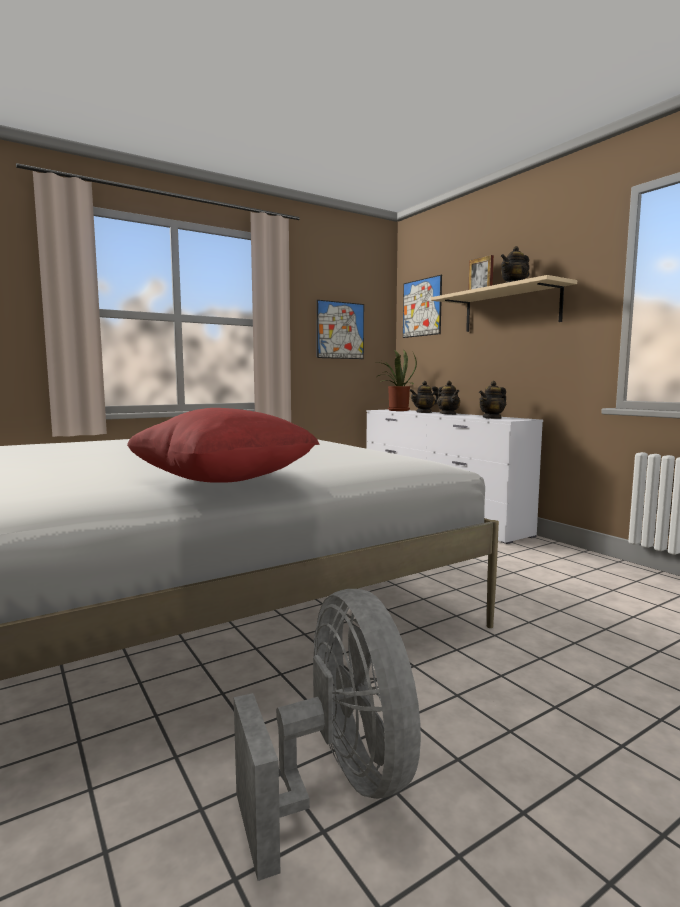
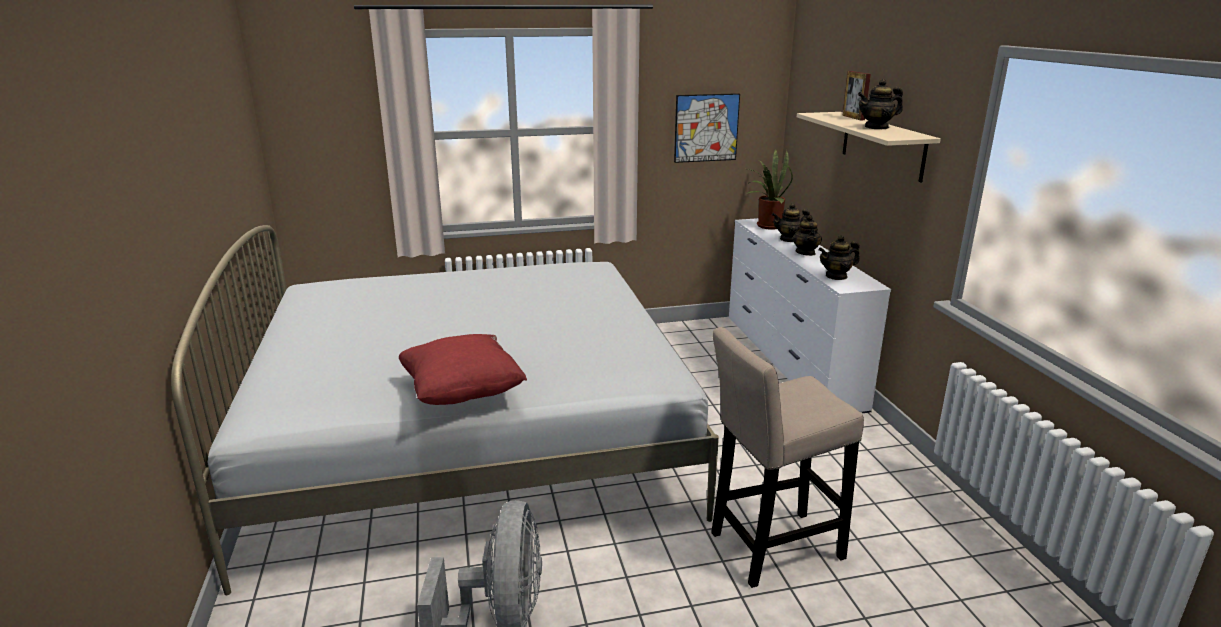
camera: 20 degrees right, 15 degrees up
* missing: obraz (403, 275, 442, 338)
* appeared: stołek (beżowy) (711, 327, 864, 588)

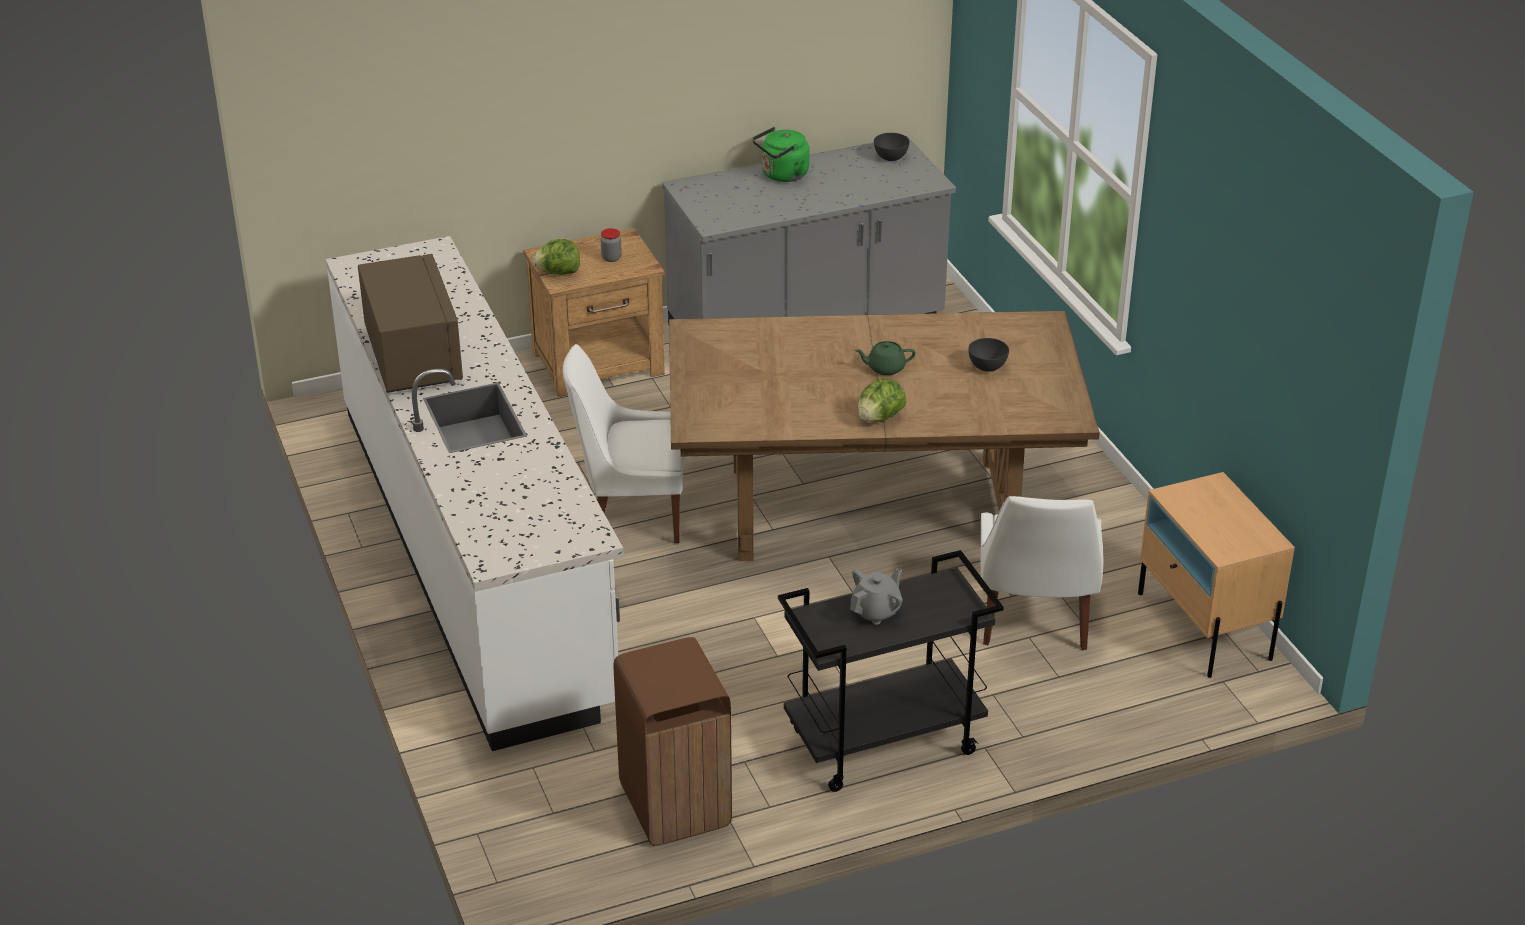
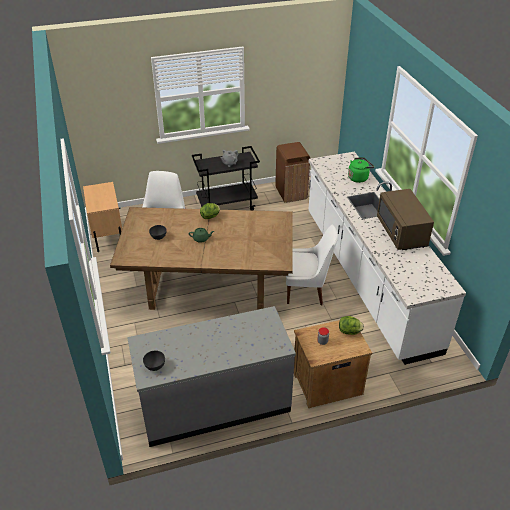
camera: 175 degrees left, 5 degrees up
* relocated: czajnik (zielony) (752, 127, 809, 182) to (348, 157, 374, 183)

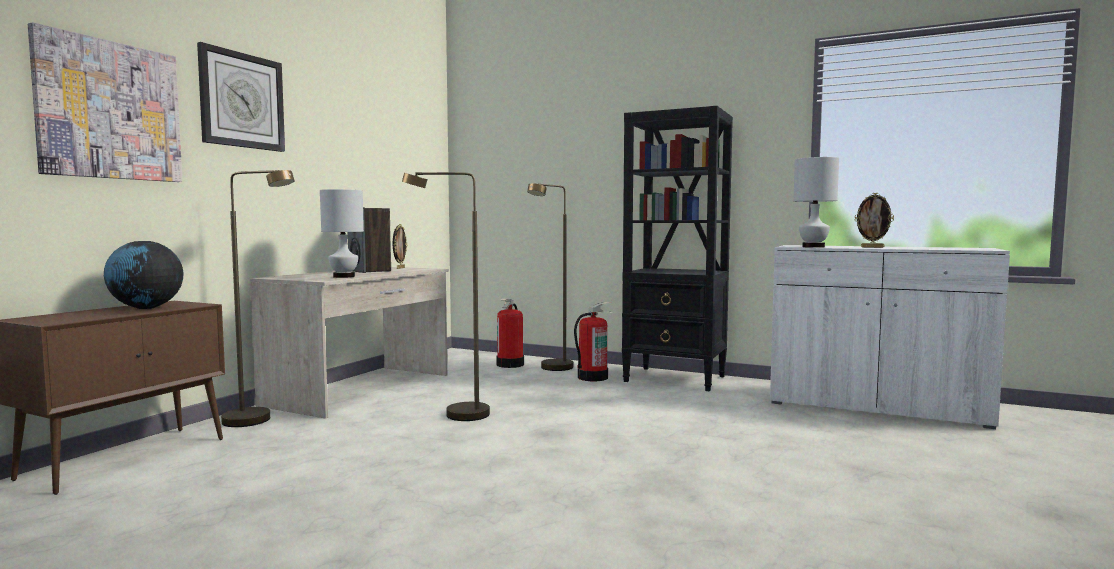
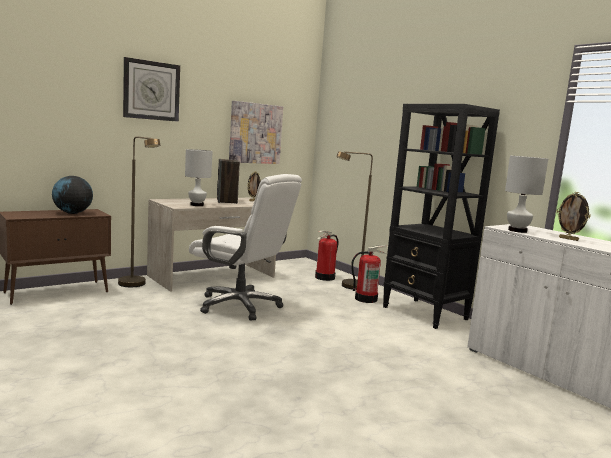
camera: 25 degrees right, 5 degrees up
* relocated: obraz (28, 22, 182, 182) to (229, 101, 283, 164)
* exchanged: lampa stojąca (brązowy) (402, 172, 490, 421) to krzesło biurowe (biały) (189, 174, 302, 321)

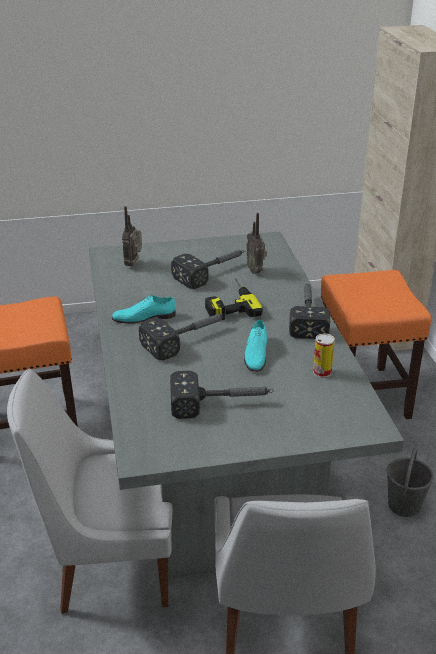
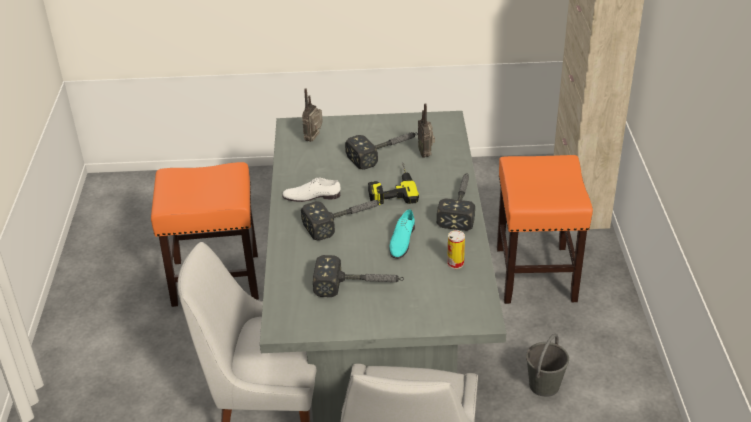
camera: 10 degrees right, 5 degrees up
* colour: but (turkusowy) (112, 295, 176, 324) to but (biały) (282, 177, 341, 202)

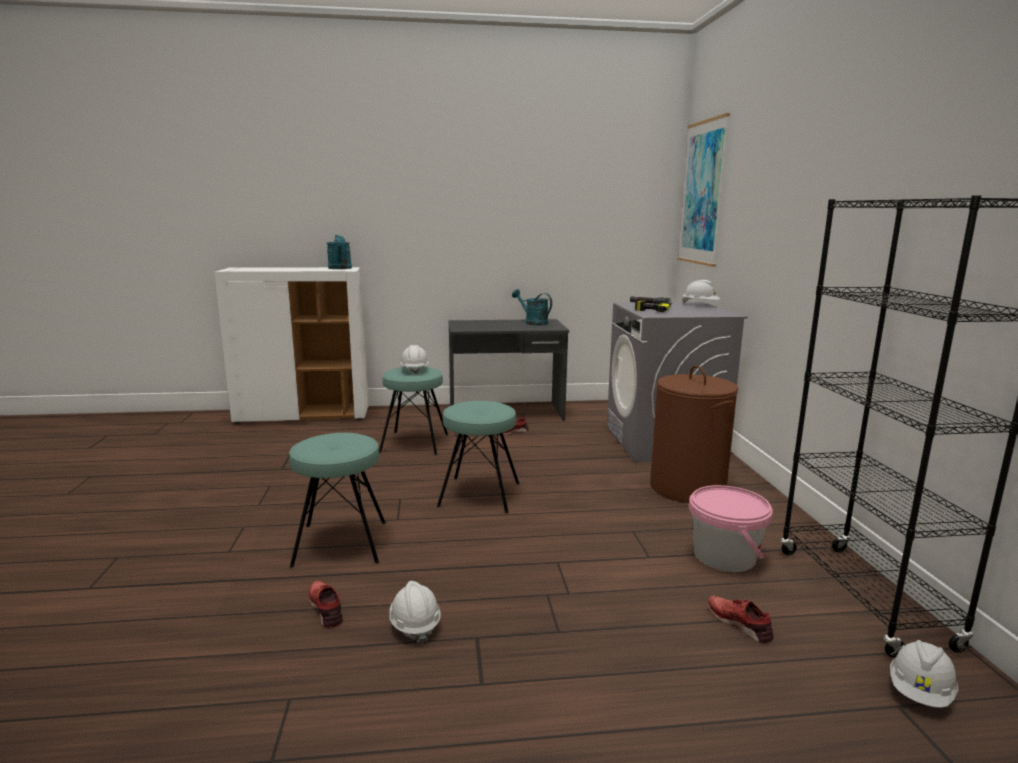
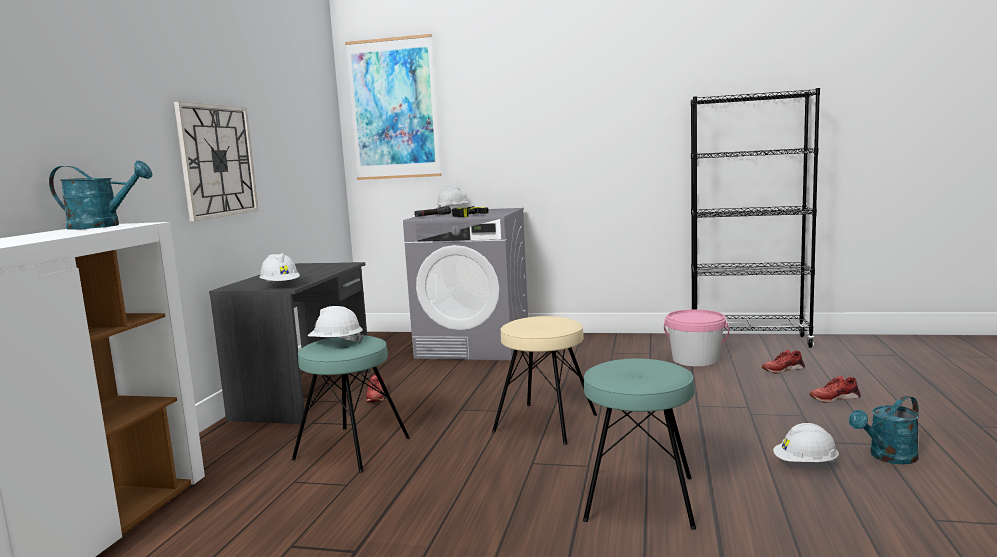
camera: 70 degrees left, 5 degrees down
* missing: kosz na pranie (brązowy) (650, 365, 738, 503)
* appeared: zegar ścienny (174, 101, 258, 221)
* relocated: but (czerwony) (309, 581, 343, 628) to (809, 376, 861, 403)
* relocated: konewka (turkusowy) (512, 289, 552, 325) to (849, 396, 919, 464)
* relocated: kask (biały) (890, 640, 959, 708) to (259, 253, 300, 284)
* colour: stołek (turkusowy) (437, 401, 519, 513) to stołek (beżowy) (492, 316, 597, 445)

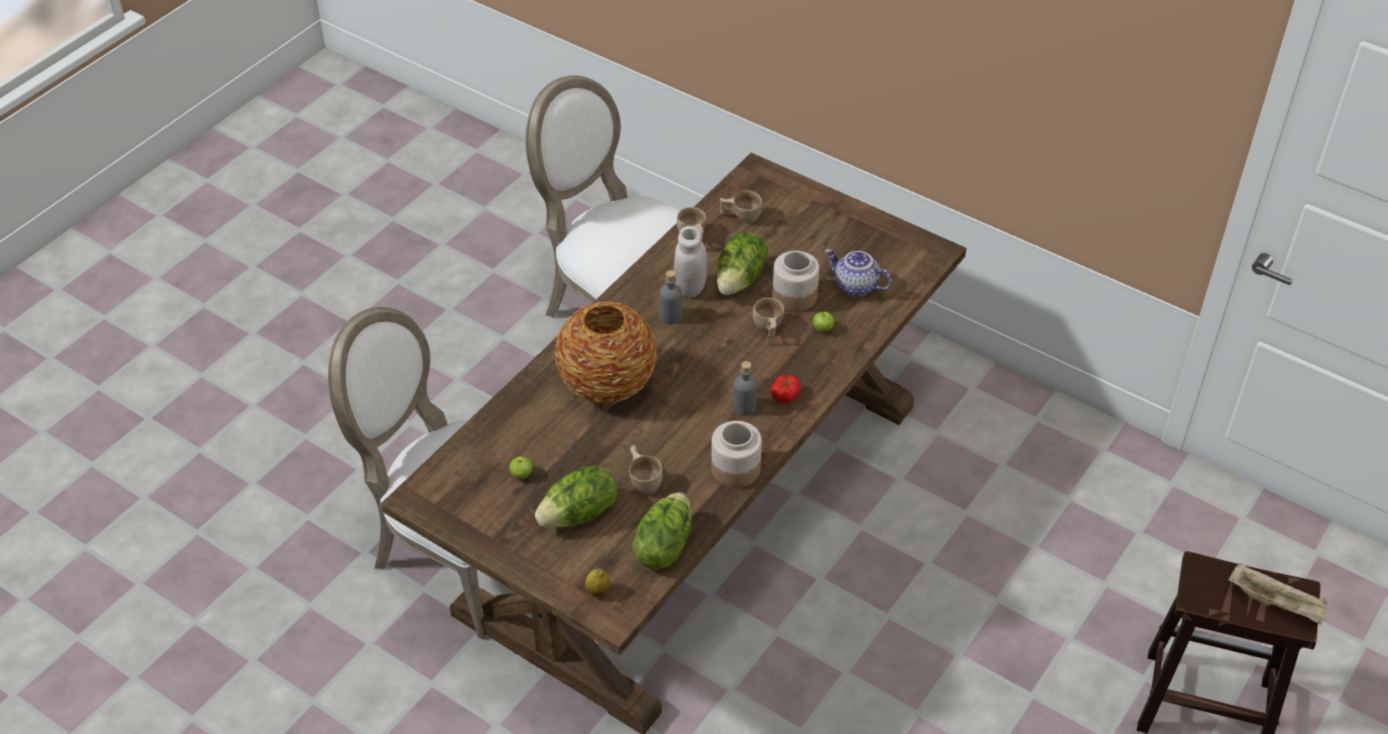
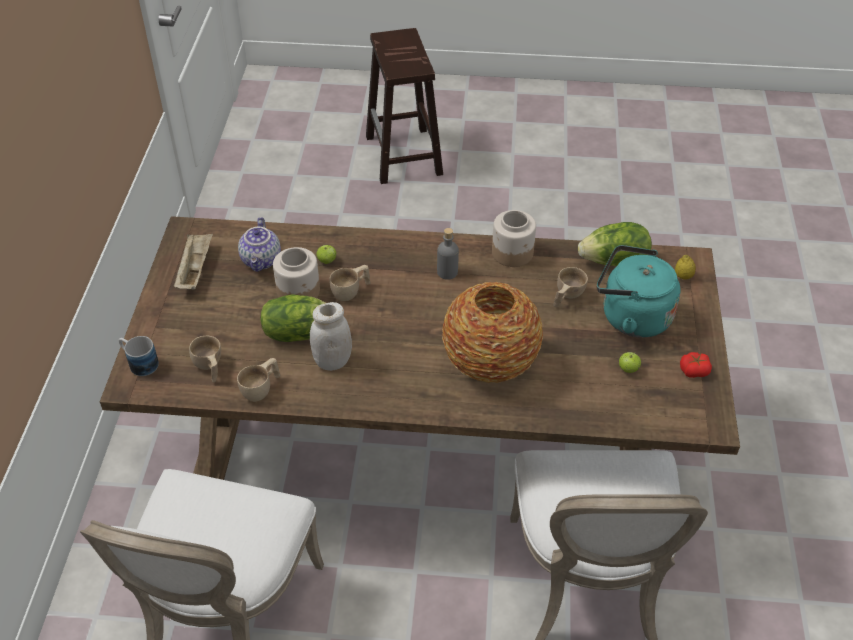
camera: 120 degrees left, 0 degrees up
* missing: butelka (szary) (659, 270, 682, 324)
* appeared: kubek (119, 336, 159, 376)
* relocated: pomidor (770, 375, 801, 404) to (680, 352, 712, 378)
* relocated: taca (beżowy) (1229, 563, 1327, 625) to (174, 233, 213, 289)
* exchanged: sałata (535, 466, 618, 528) to czajnik (turkusowy) (597, 245, 681, 338)

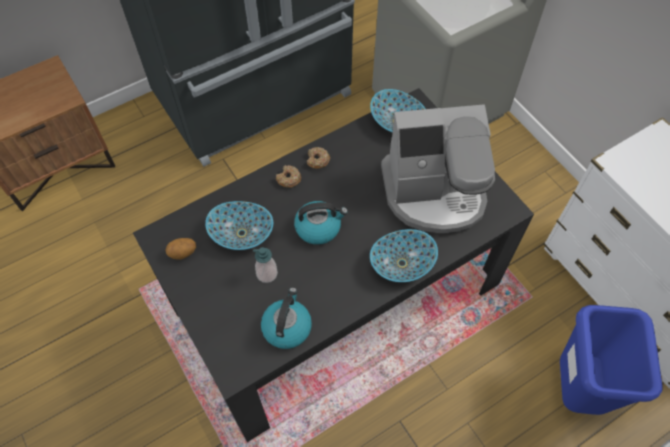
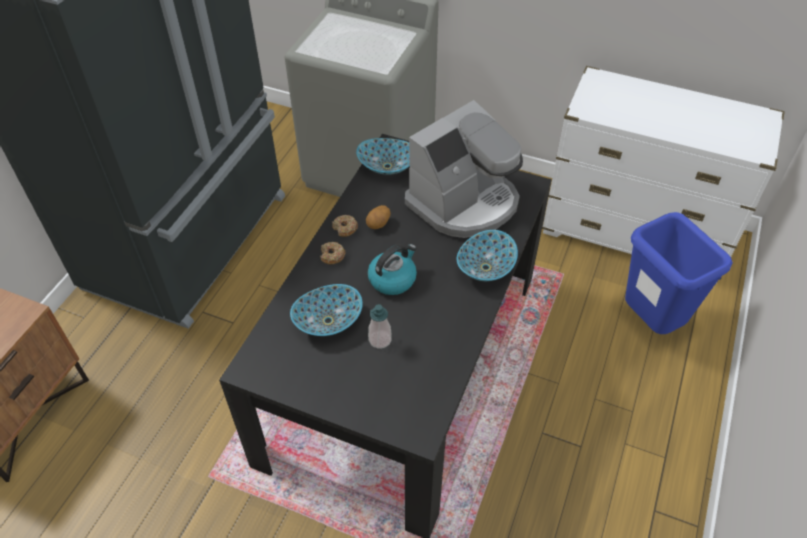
camera: 35 degrees left, 10 degrees down
* missing: czajnik (261, 287, 312, 349)
* relocated: ziemniak (165, 238, 196, 260) to (366, 205, 391, 229)

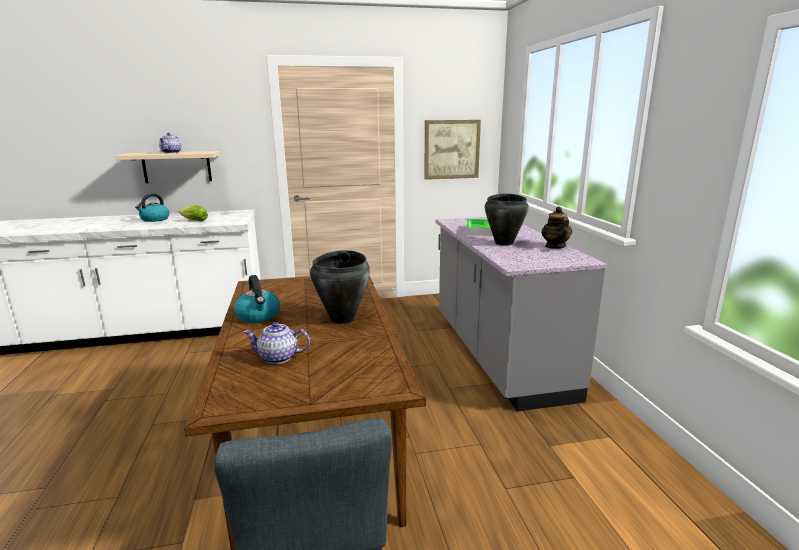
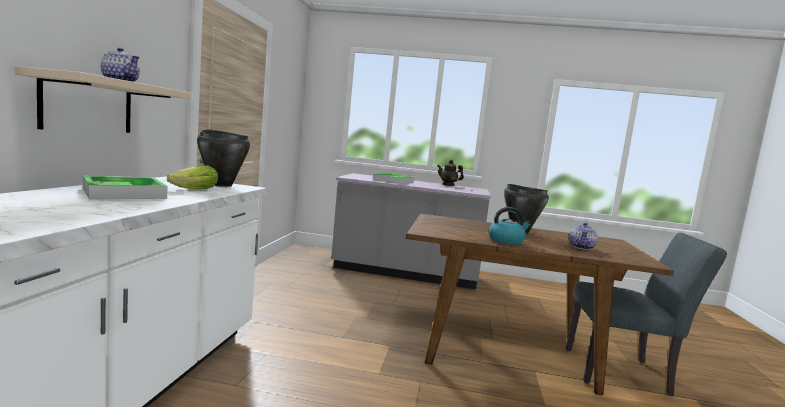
camera: 70 degrees left, 10 degrees down
* missing: obraz (424, 120, 481, 180)
* relocated: garnek (czarny) (485, 193, 529, 246) to (197, 129, 250, 187)
* exchanged: czajnik (135, 193, 169, 222) to taca (83, 176, 168, 199)

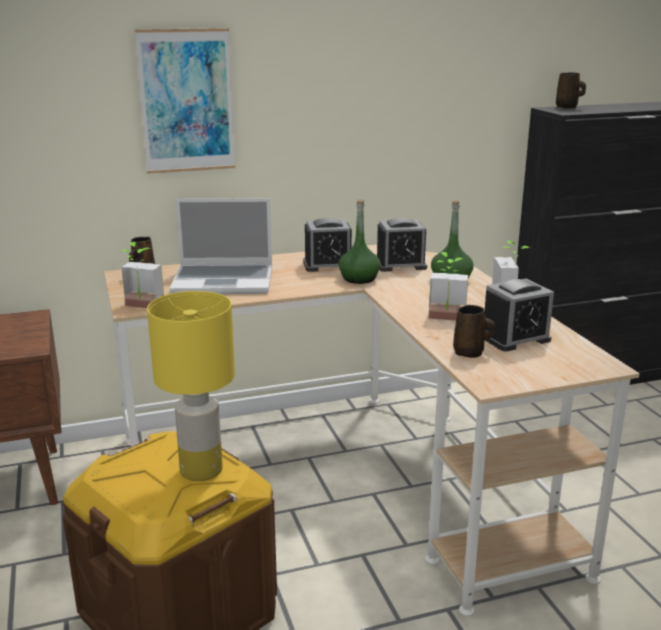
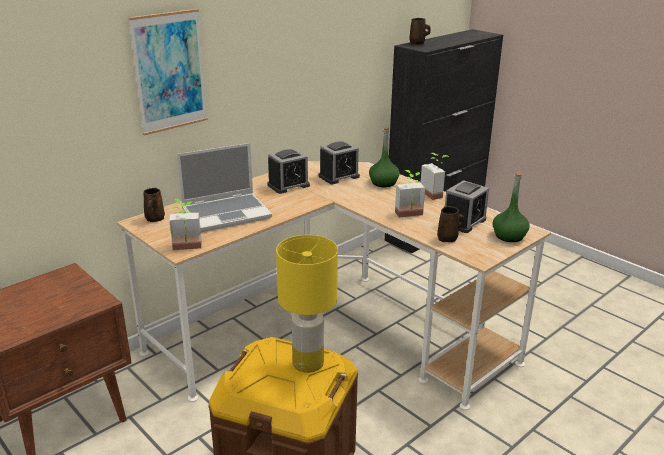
camera: 25 degrees left, 5 degrees up
* relocated: butelka (zielony) (339, 199, 381, 284) to (492, 172, 530, 242)

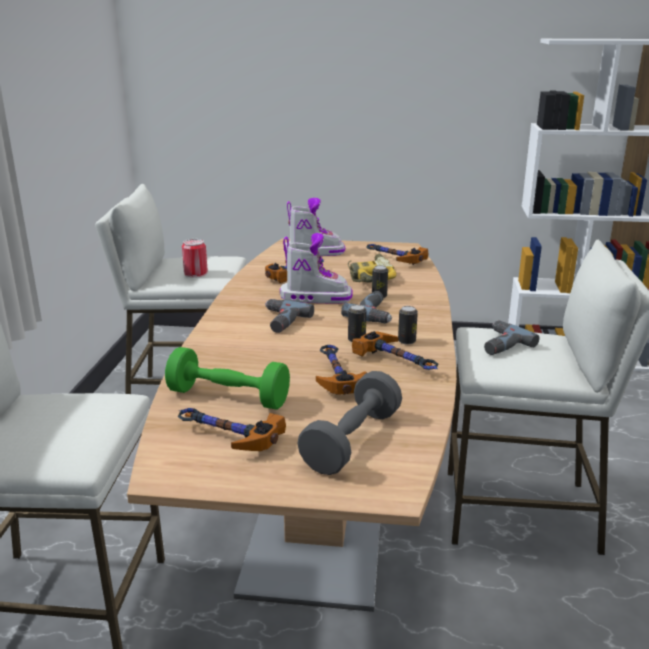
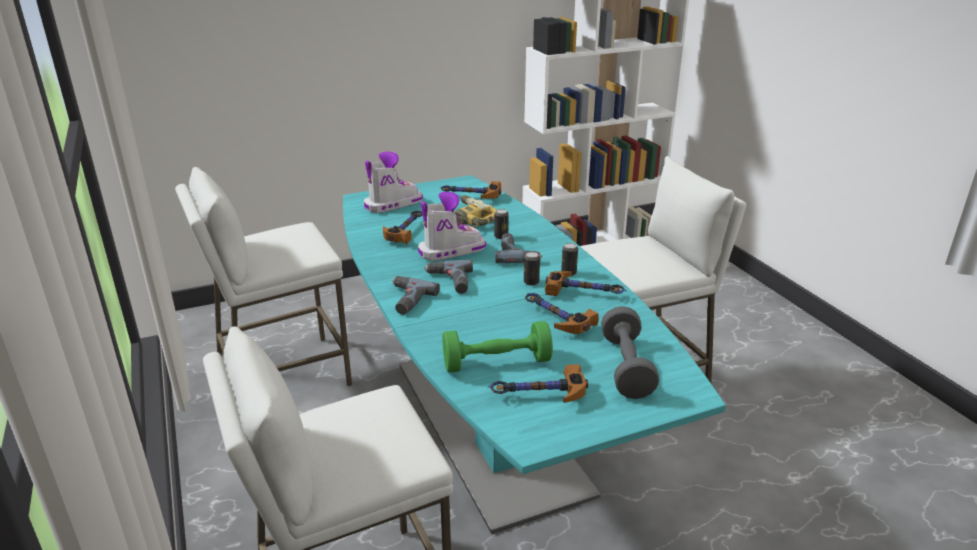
camera: 30 degrees left, 5 degrees up
* missing: puszka (182, 239, 208, 278)
* relocated: wiertarka (484, 320, 540, 355) to (392, 276, 440, 315)
* colour: stół jadalny (brązowy) (127, 238, 457, 612) to stół jadalny (turkusowy) (343, 175, 726, 534)

